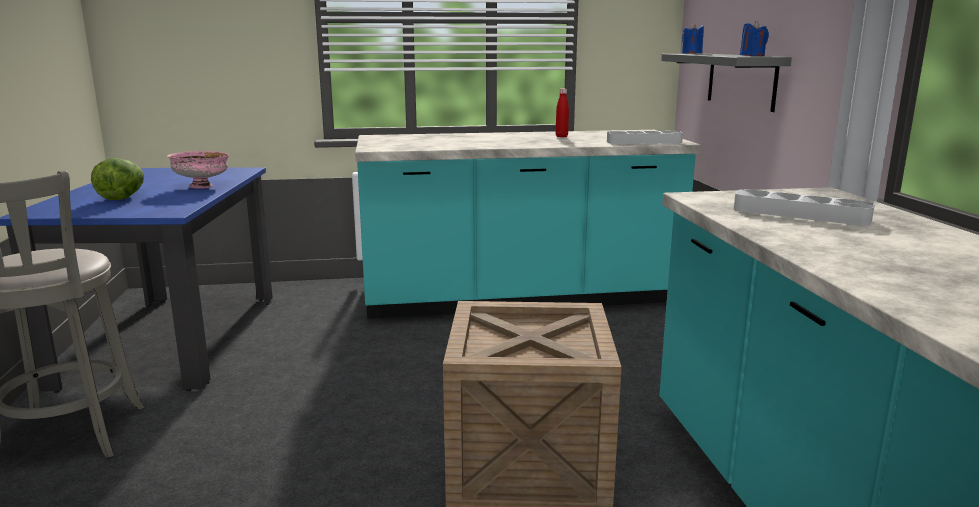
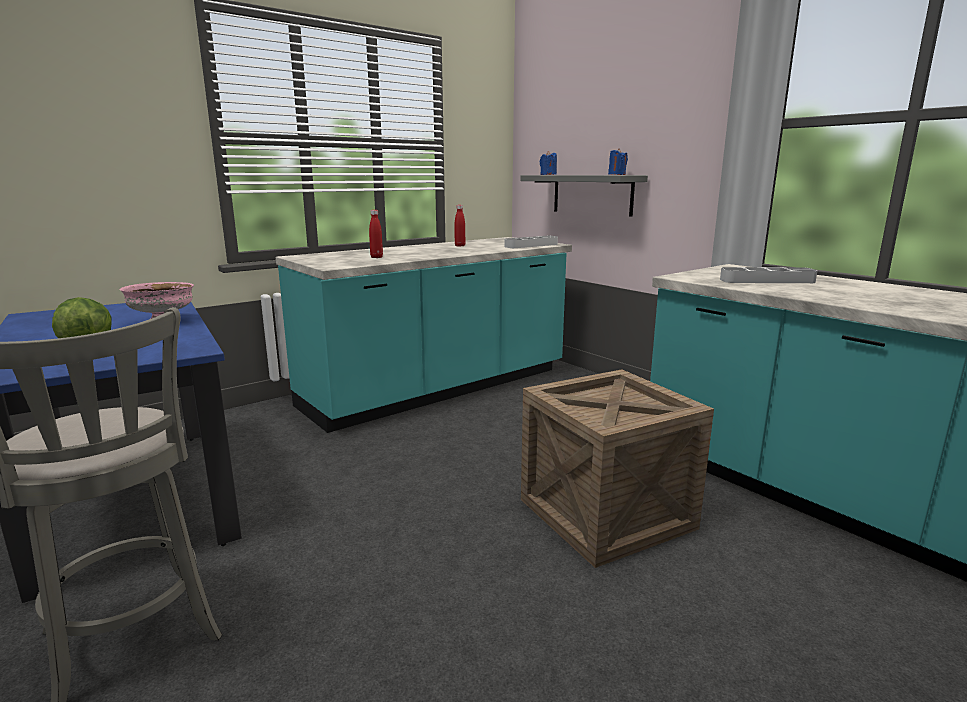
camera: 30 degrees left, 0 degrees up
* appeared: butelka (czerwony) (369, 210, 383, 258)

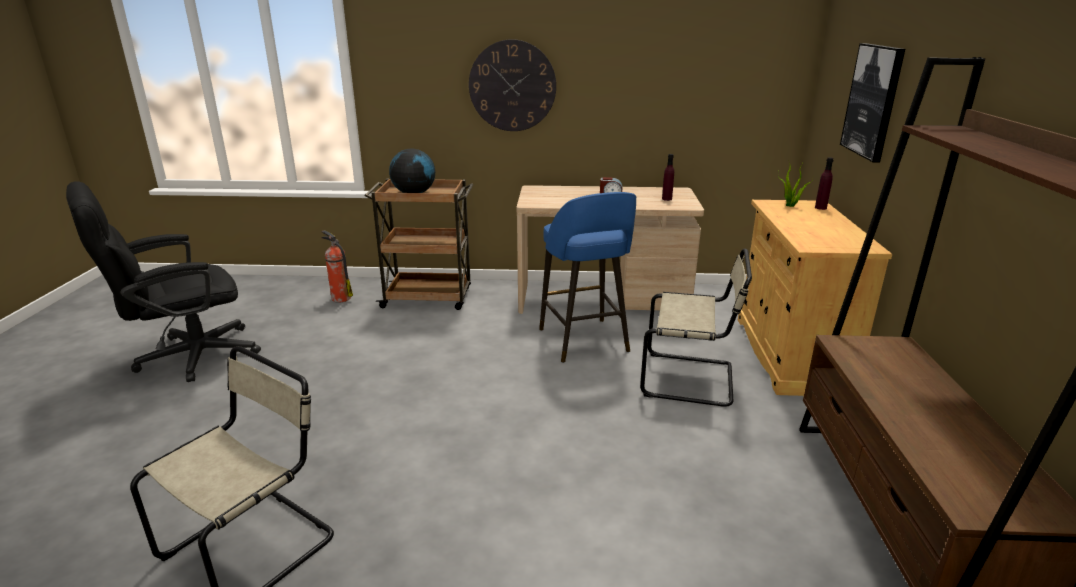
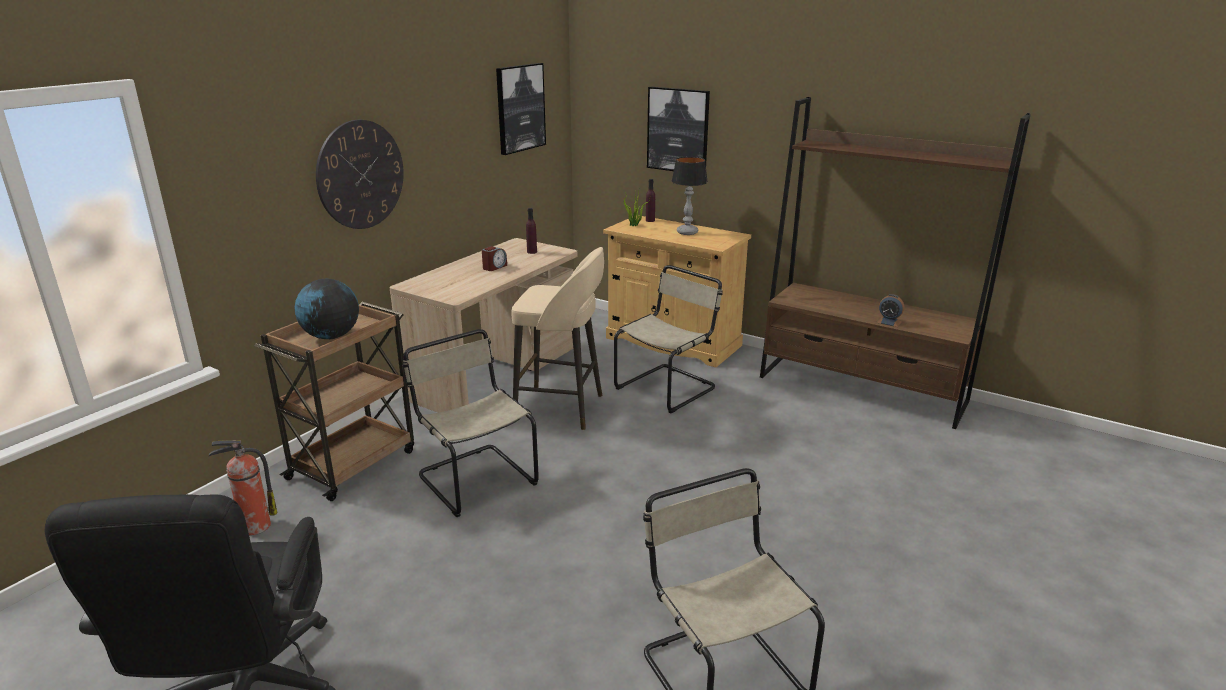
camera: 60 degrees left, 0 degrees up
* appeared: krzesło (beżowy) (403, 329, 539, 517)
* appeared: obraz (496, 63, 546, 155)
* appeared: lampa stołowa (672, 157, 708, 235)
* appeared: budzik (877, 294, 905, 327)
* colour: stołek (niebieski) (539, 192, 636, 363) to stołek (beżowy) (511, 247, 604, 430)

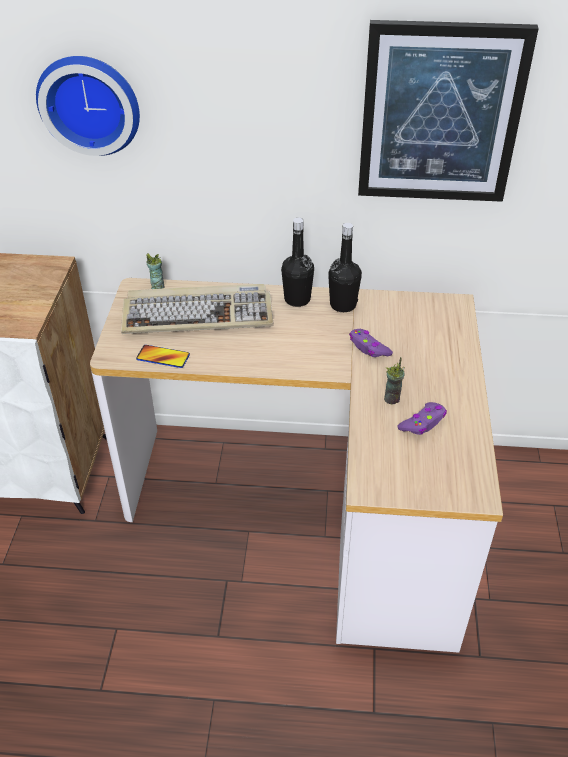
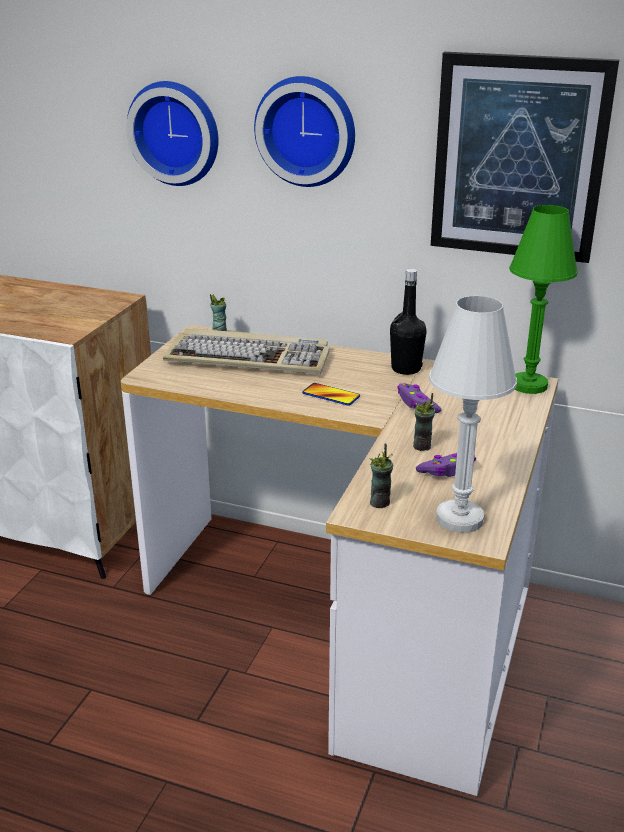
camera: 15 degrees right, 15 degrees down
* missing: butelka (czarny) (281, 218, 314, 307)
* appeared: zegar ścienny (254, 76, 355, 187)
* appeared: filiżanka (369, 443, 393, 508)
* appeared: lampa stołowa (biały) (429, 296, 517, 533)
* appeared: lampa stołowa (zielony) (509, 205, 578, 394)
* relocated: telefon (136, 345, 190, 368) to (302, 383, 360, 406)

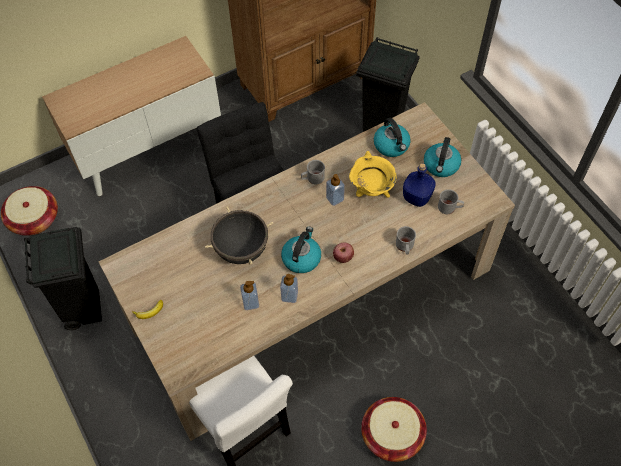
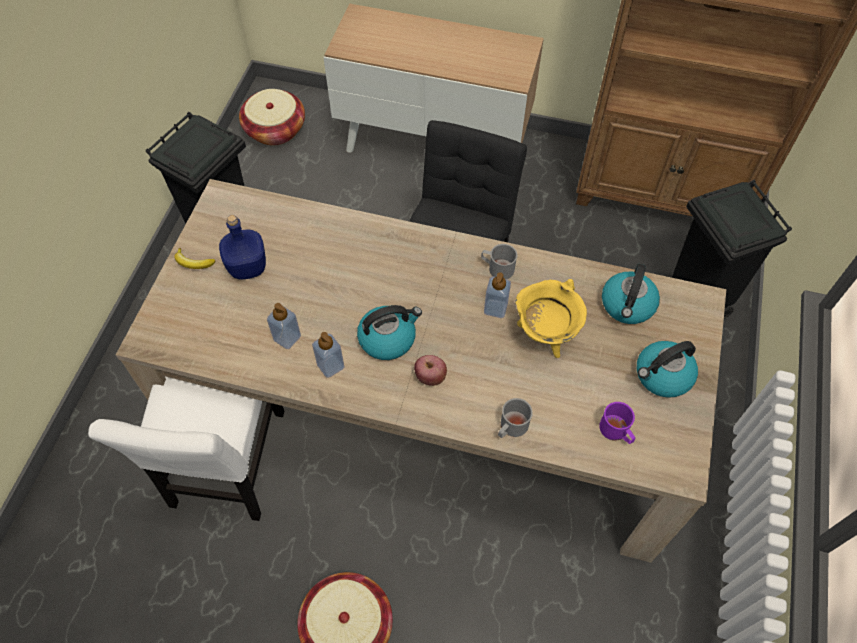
camera: 45 degrees right, 0 degrees up
* missing: garnek (czarny) (205, 207, 273, 264)
* relocated: butelka (niebieski) (403, 163, 436, 207) to (219, 215, 266, 279)
* colour: kubek (szary) (438, 189, 464, 214) to kubek (fioletowy) (599, 402, 635, 444)

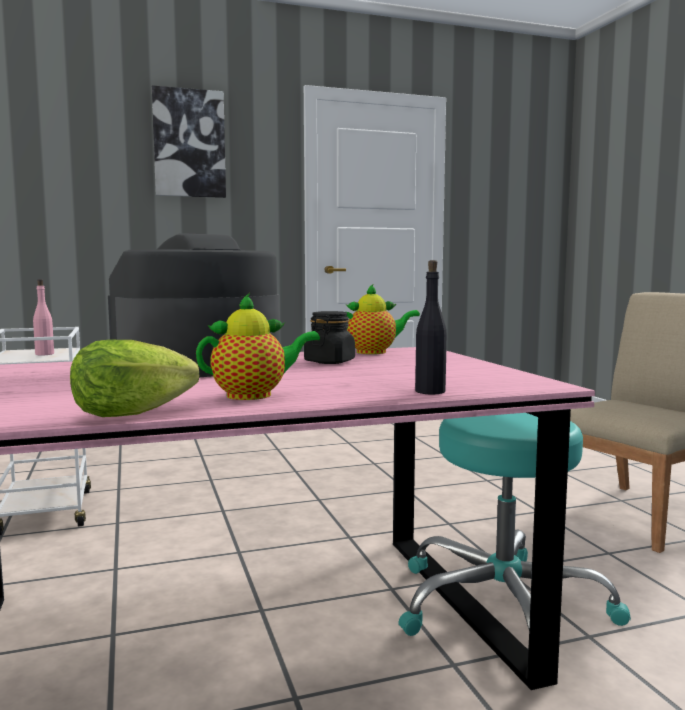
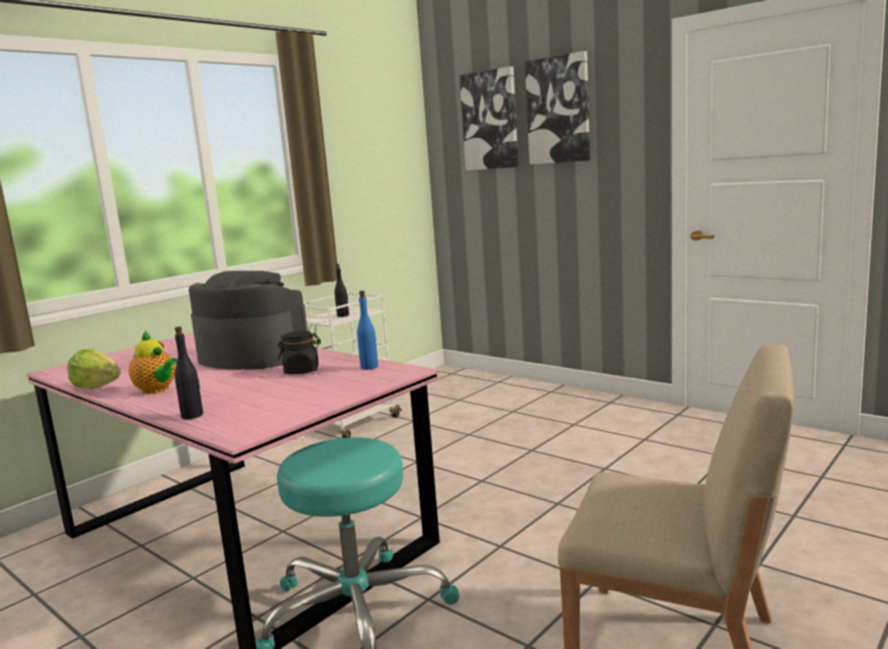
camera: 60 degrees right, 5 degrees up
* appeared: obraz (460, 66, 518, 170)
* exchanged: imbryk (346, 284, 420, 354) to butelka (niebieski) (357, 291, 378, 370)
* colour: butelka (różowy) (33, 279, 54, 355) to butelka (czarny) (334, 264, 349, 317)

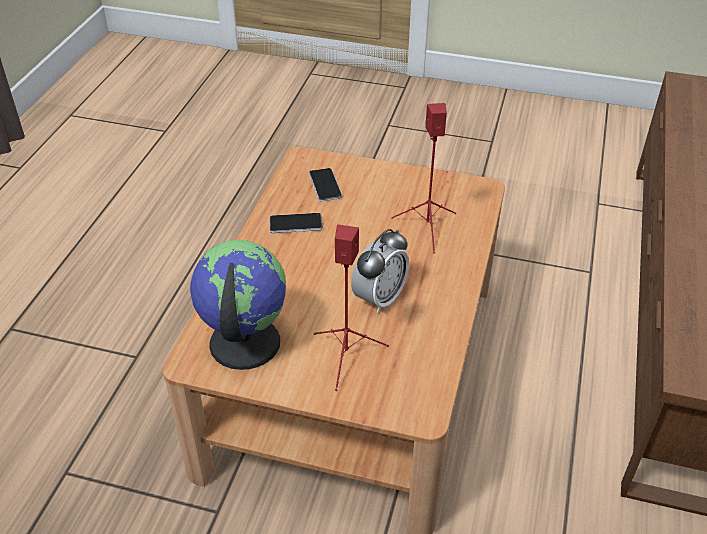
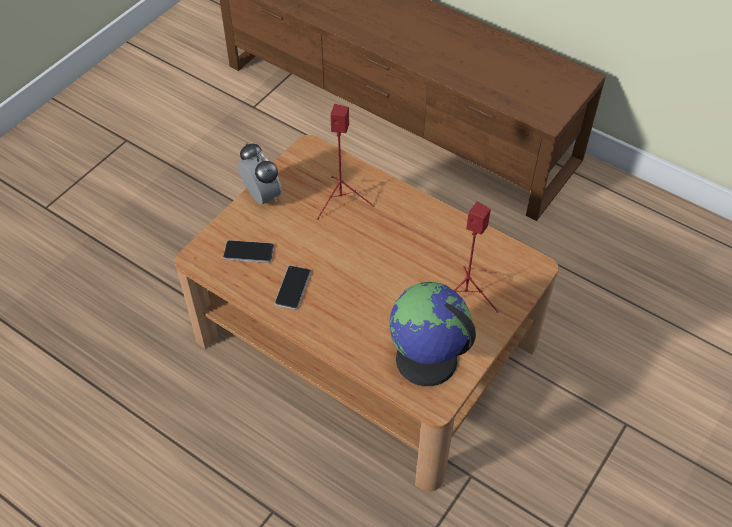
camera: 70 degrees left, 10 degrees up
* relocated: budzik (351, 229, 409, 313) to (237, 143, 282, 205)

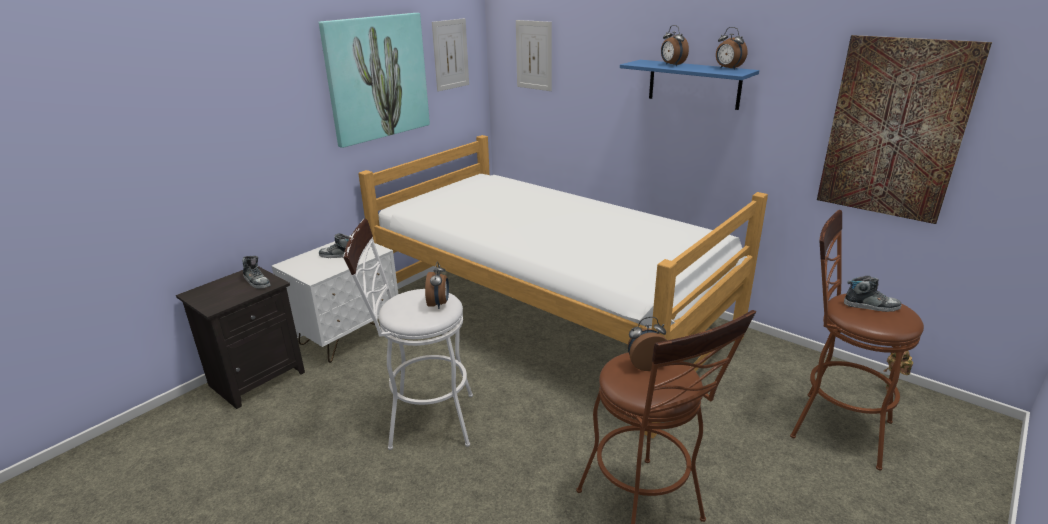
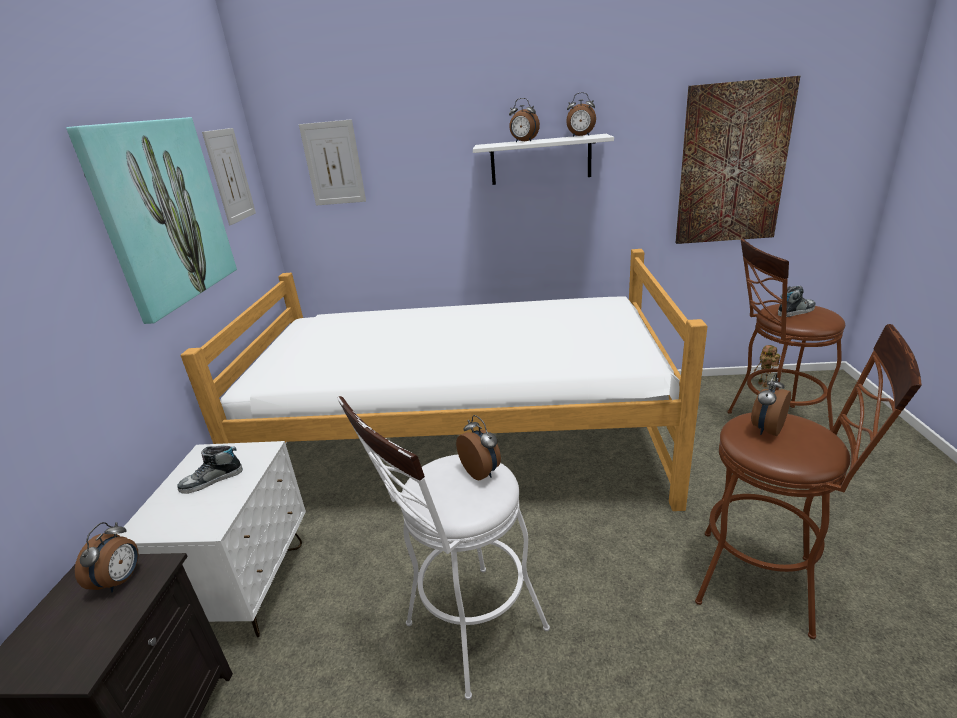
camera: 35 degrees left, 0 degrees up
* exchanged: but (242, 256, 271, 289) to budzik (75, 522, 139, 592)
* colour: półka (niebieski) (620, 60, 759, 110) to półka (biały) (473, 134, 614, 185)

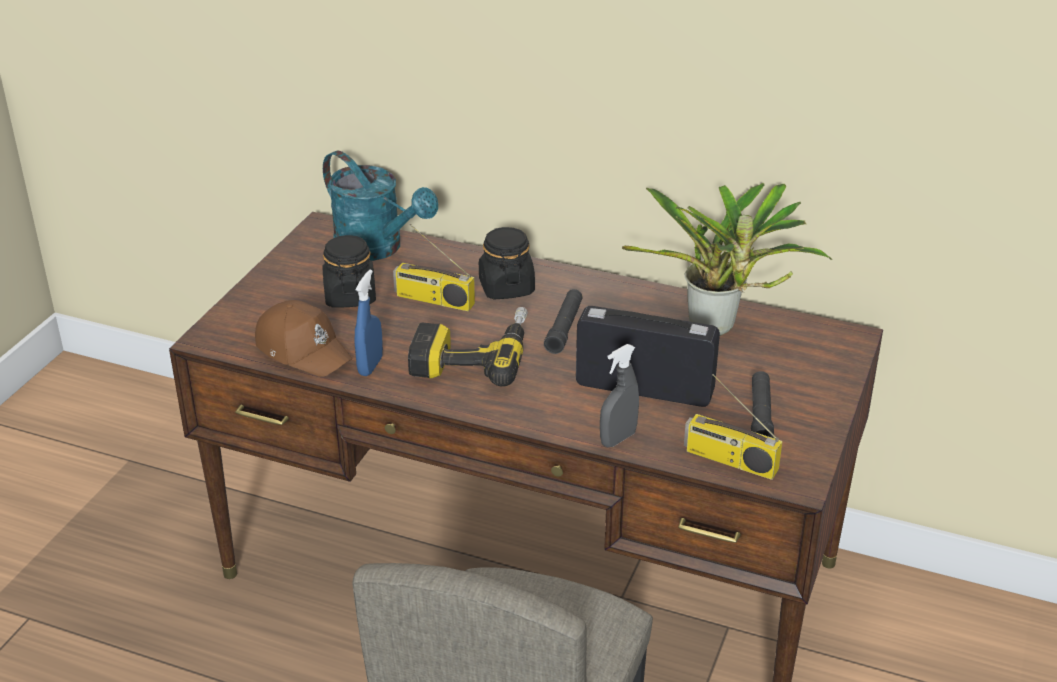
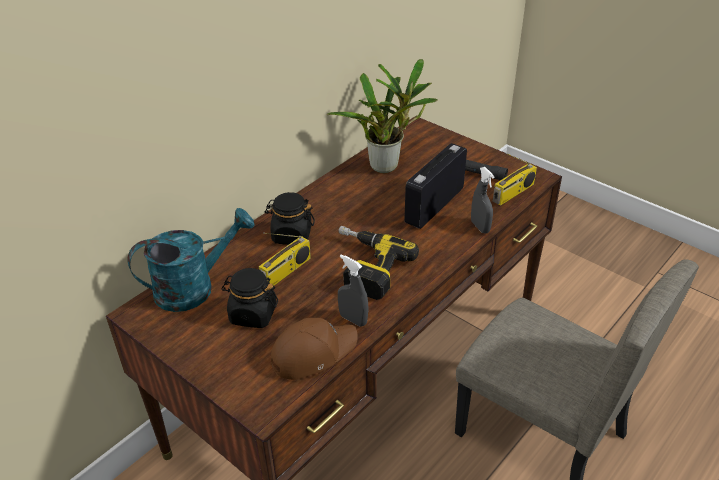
camera: 70 degrees left, 5 degrees up
* missing: latarka (czarny) (544, 289, 583, 354)
* colour: spryskiwacz (niebieski) (355, 270, 383, 376) to spryskiwacz (szary) (338, 254, 369, 327)

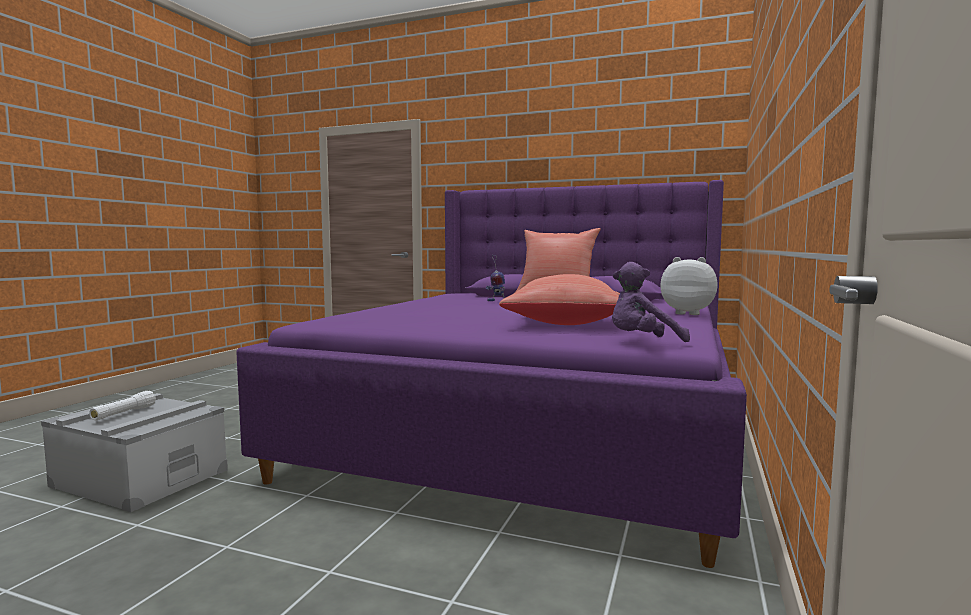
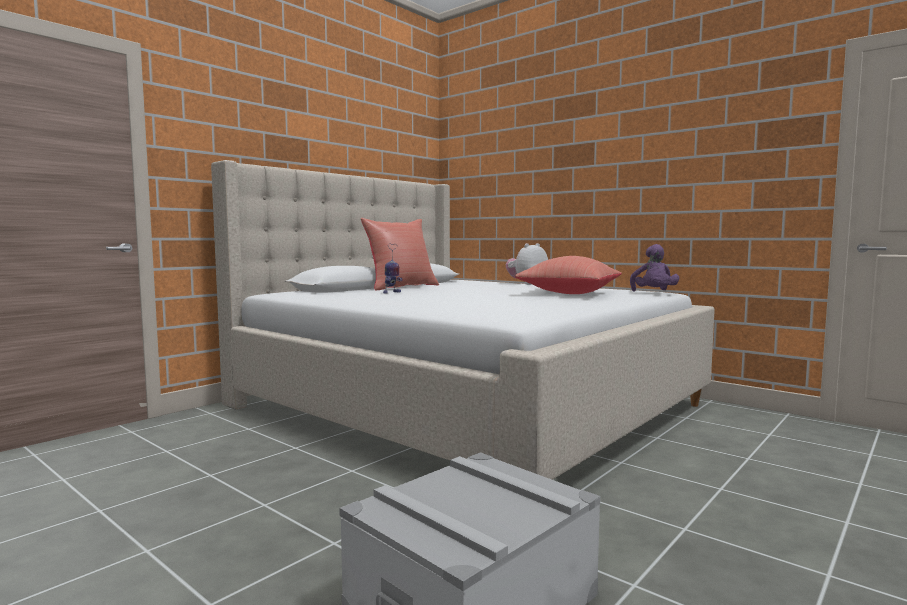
camera: 70 degrees left, 0 degrees up
* missing: latarka (biały) (89, 391, 156, 420)
* colour: łóżko (fioletowy) (236, 180, 747, 568) to łóżko (beżowy) (211, 160, 715, 480)

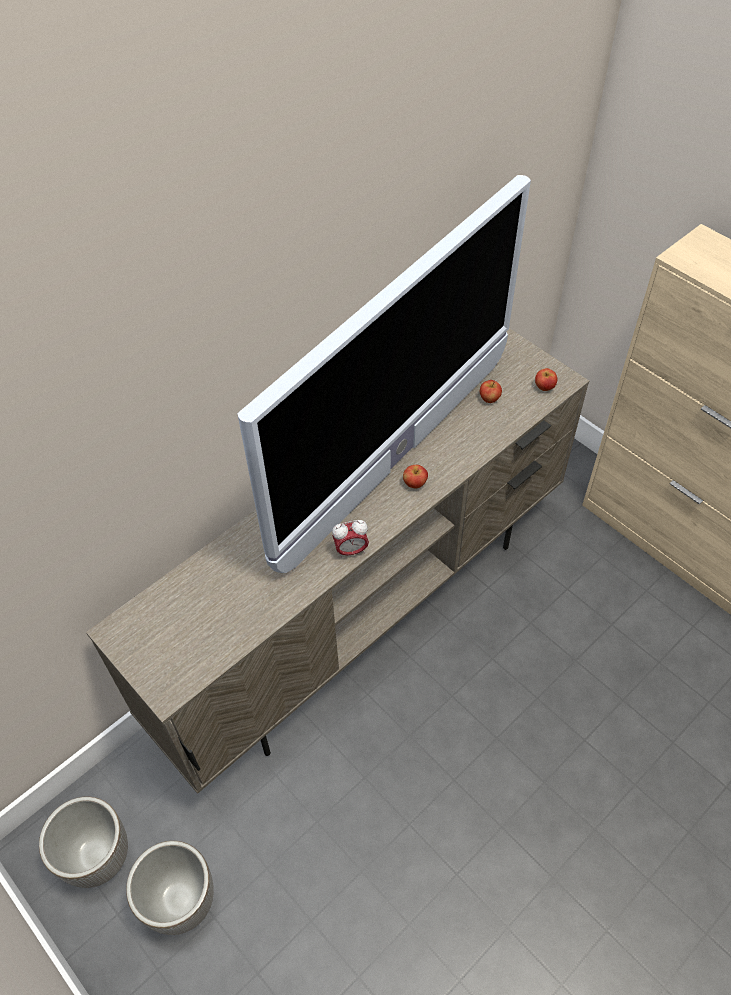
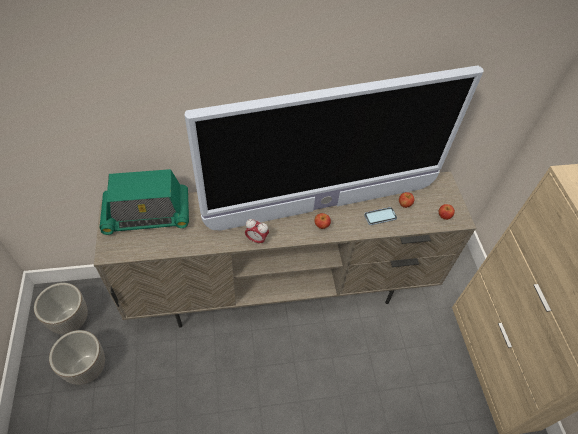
camera: 30 degrees right, 0 degrees up
* appeared: radio (100, 169, 189, 235)
* appeared: telefon (364, 207, 397, 225)

